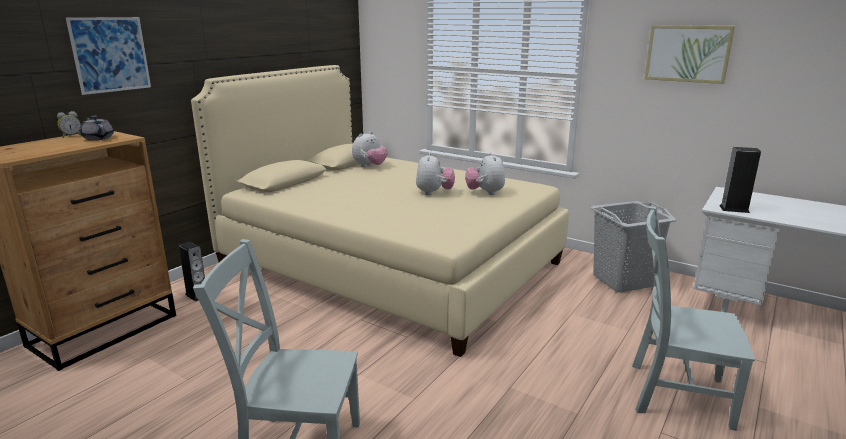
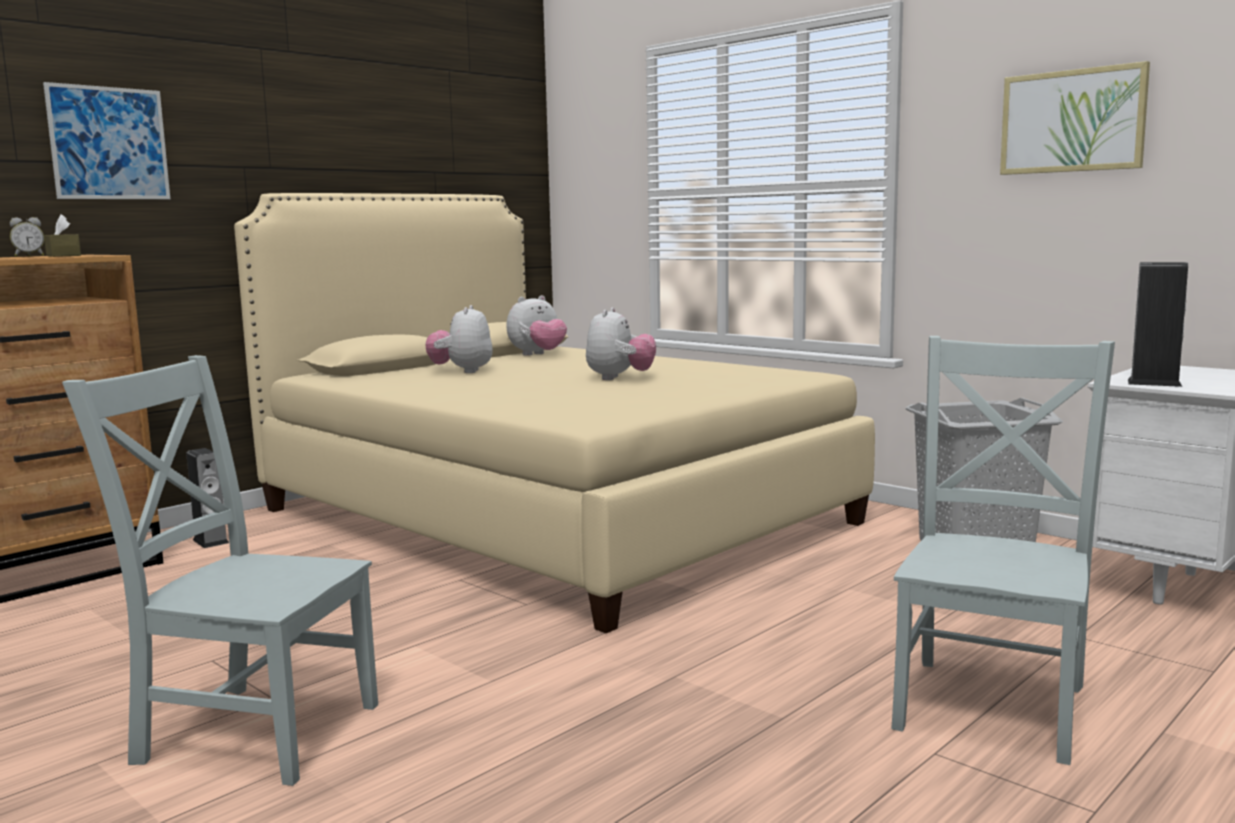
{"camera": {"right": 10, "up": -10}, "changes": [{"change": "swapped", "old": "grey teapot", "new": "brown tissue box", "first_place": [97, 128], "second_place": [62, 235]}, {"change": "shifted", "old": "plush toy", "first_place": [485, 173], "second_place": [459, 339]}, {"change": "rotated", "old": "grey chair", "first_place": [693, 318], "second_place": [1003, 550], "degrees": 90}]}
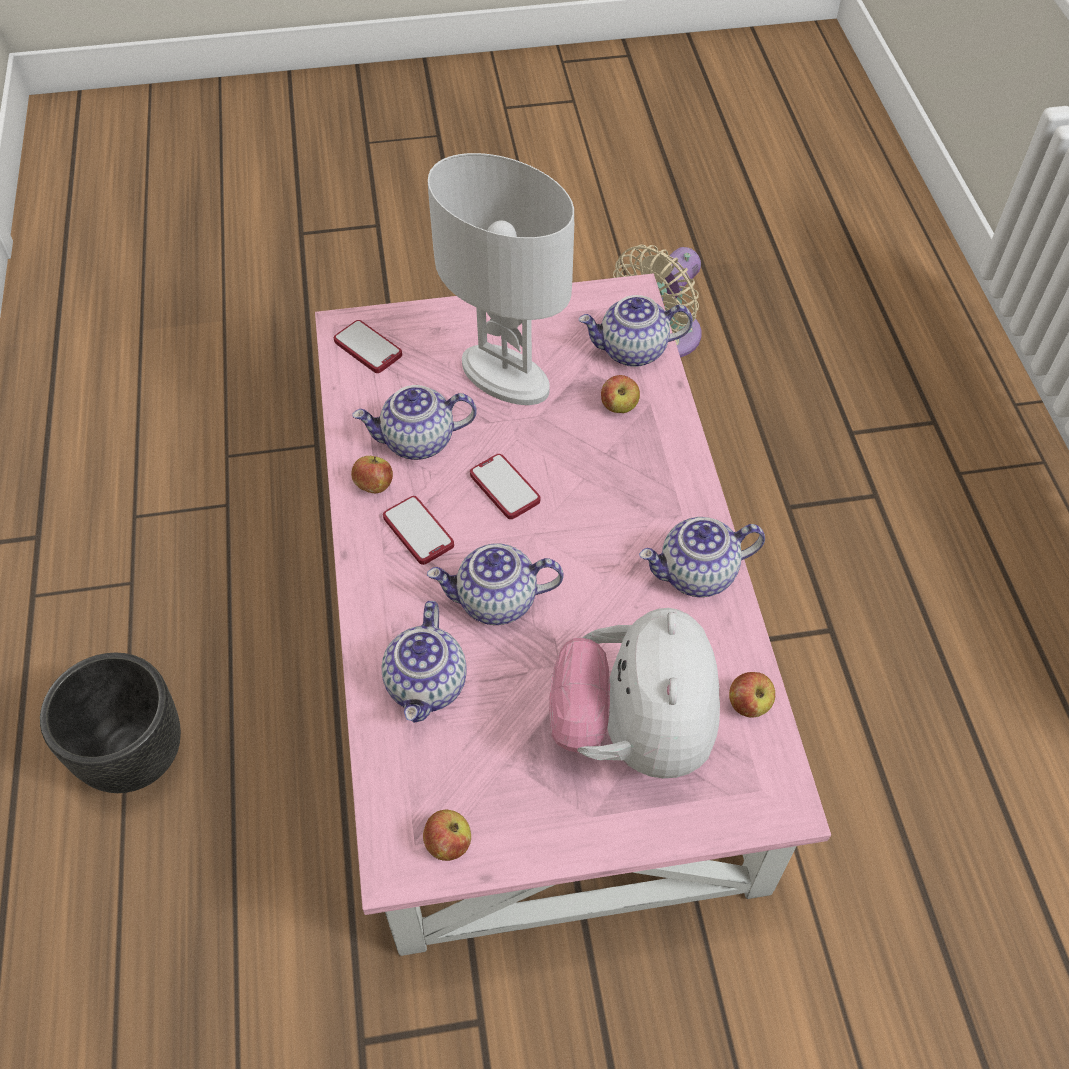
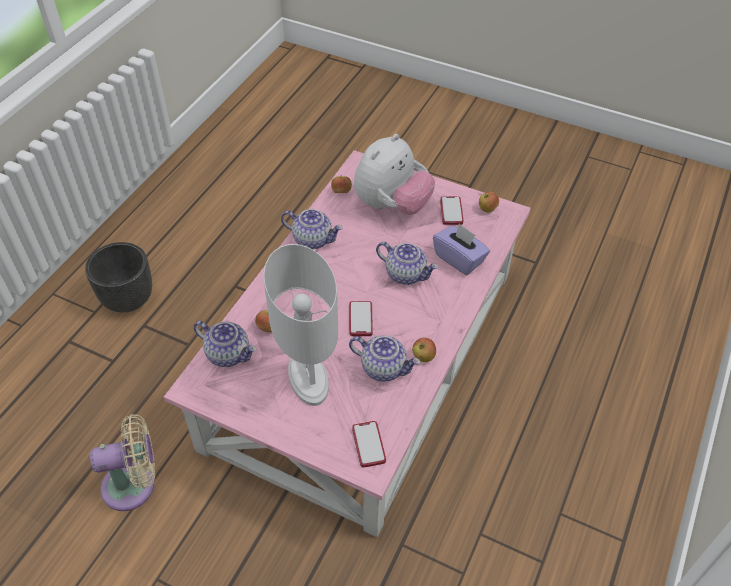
{"camera": {"right": -145, "up": -5}, "changes": [{"change": "shifted", "old": "black planter", "first_place": [110, 722], "second_place": [118, 277]}, {"change": "swapped", "old": "teapot", "new": "purple tissue box", "first_place": [424, 662], "second_place": [461, 249]}, {"change": "shifted", "old": "phone", "first_place": [418, 530], "second_place": [452, 210]}]}
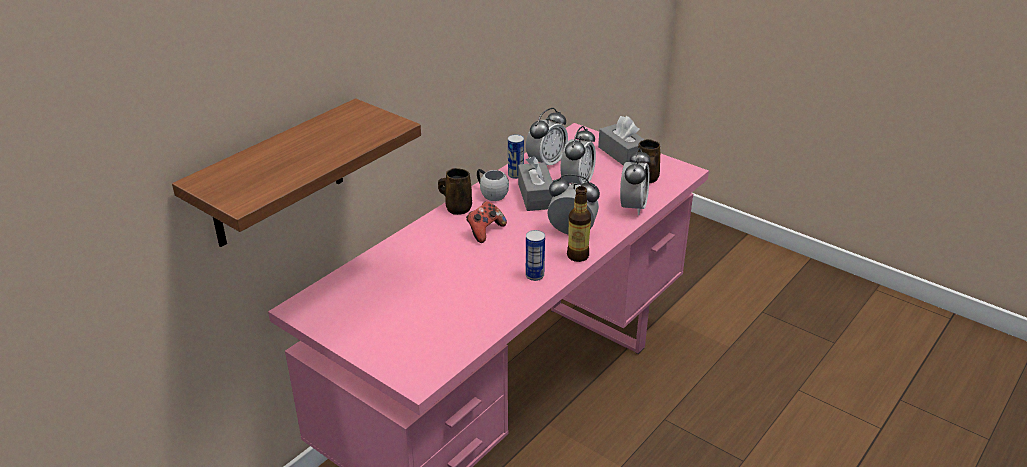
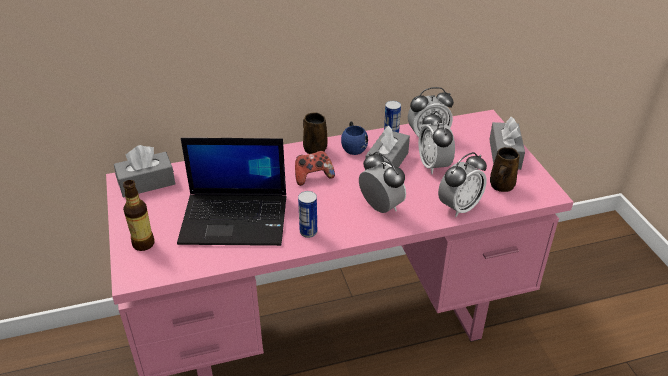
{"camera": {"right": 35, "up": 5}, "changes": [{"change": "gone", "old": "shelf", "first_place": [296, 172]}, {"change": "repainted", "old": "white mug", "new": "blue mug", "first_place": [493, 185], "second_place": [354, 138]}, {"change": "rotated", "old": "alarm clock", "first_place": [578, 155], "second_place": [436, 142], "degrees": 105}, {"change": "shifted", "old": "bottle", "first_place": [579, 224], "second_place": [139, 215]}, {"change": "new", "new": "grey tissue box", "second_place": [144, 171]}, {"change": "new", "new": "laptop", "second_place": [232, 192]}]}
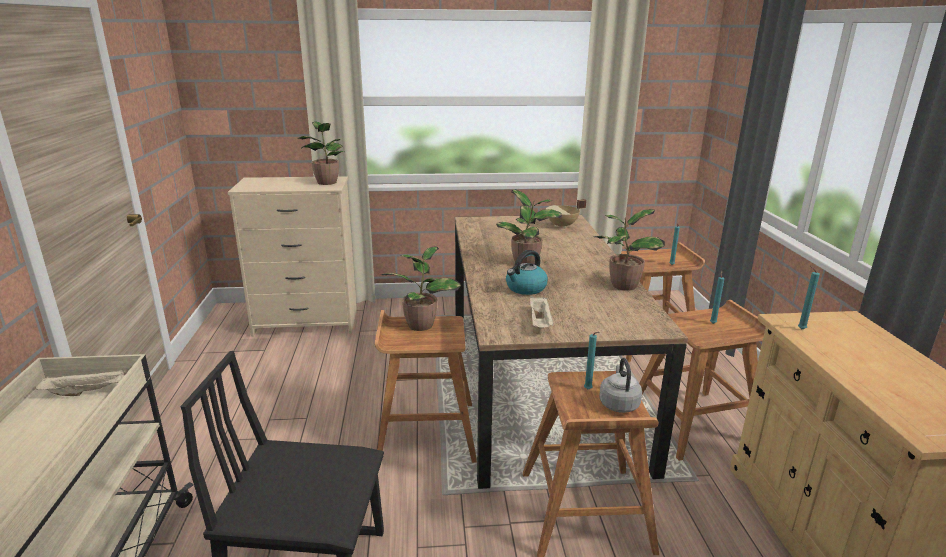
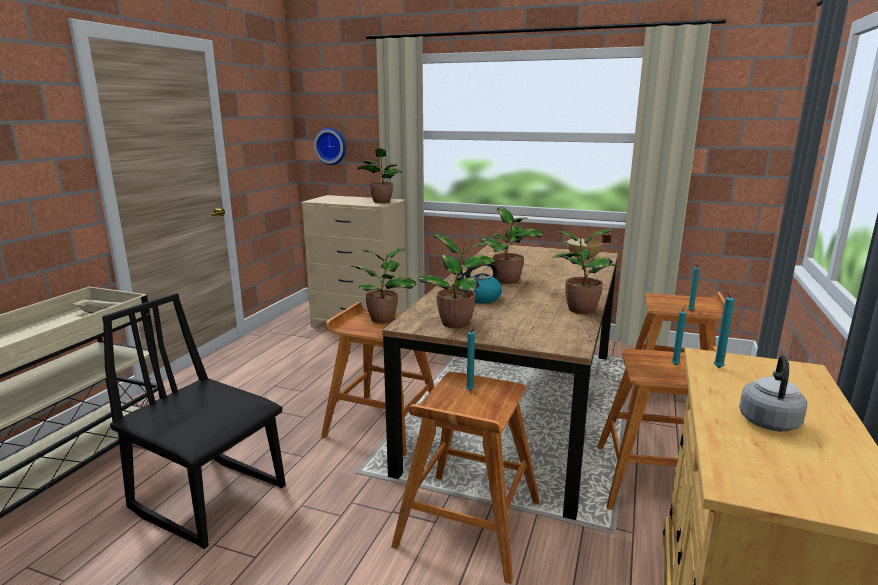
{"camera": {"right": 25, "up": -5}, "changes": [{"change": "swapped", "old": "beige tray", "new": "potted plant", "first_place": [542, 312], "second_place": [456, 281]}, {"change": "shifted", "old": "grey kettle", "first_place": [620, 385], "second_place": [773, 393]}, {"change": "new", "new": "wall clock", "second_place": [330, 146]}]}
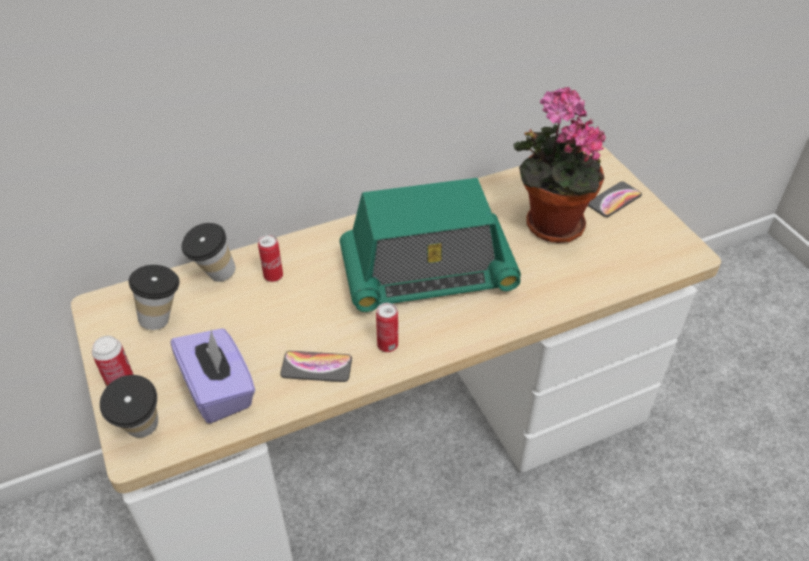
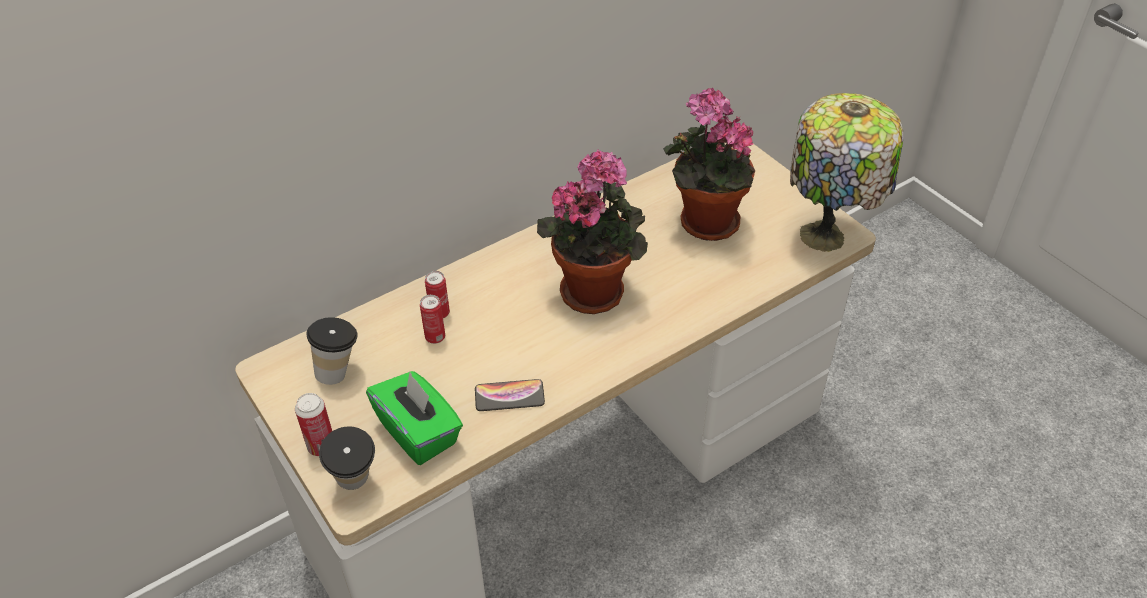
{"camera": {"right": -10, "up": 0}, "changes": [{"change": "repainted", "old": "purple tissue box", "new": "green tissue box", "first_place": [213, 375], "second_place": [414, 418]}, {"change": "gone", "old": "cup", "first_place": [208, 252]}, {"change": "swapped", "old": "radio", "new": "potted plant", "first_place": [430, 245], "second_place": [592, 231]}, {"change": "shifted", "old": "can", "first_place": [387, 327], "second_place": [432, 319]}, {"change": "gone", "old": "phone", "first_place": [615, 199]}, {"change": "new", "new": "table lamp", "second_place": [847, 172]}]}
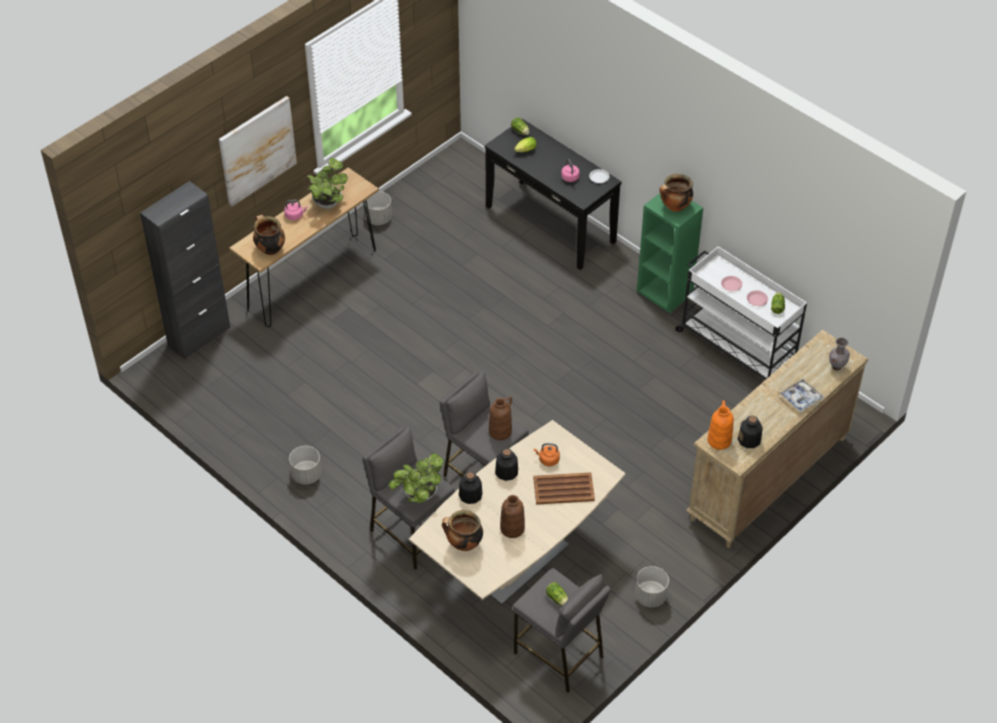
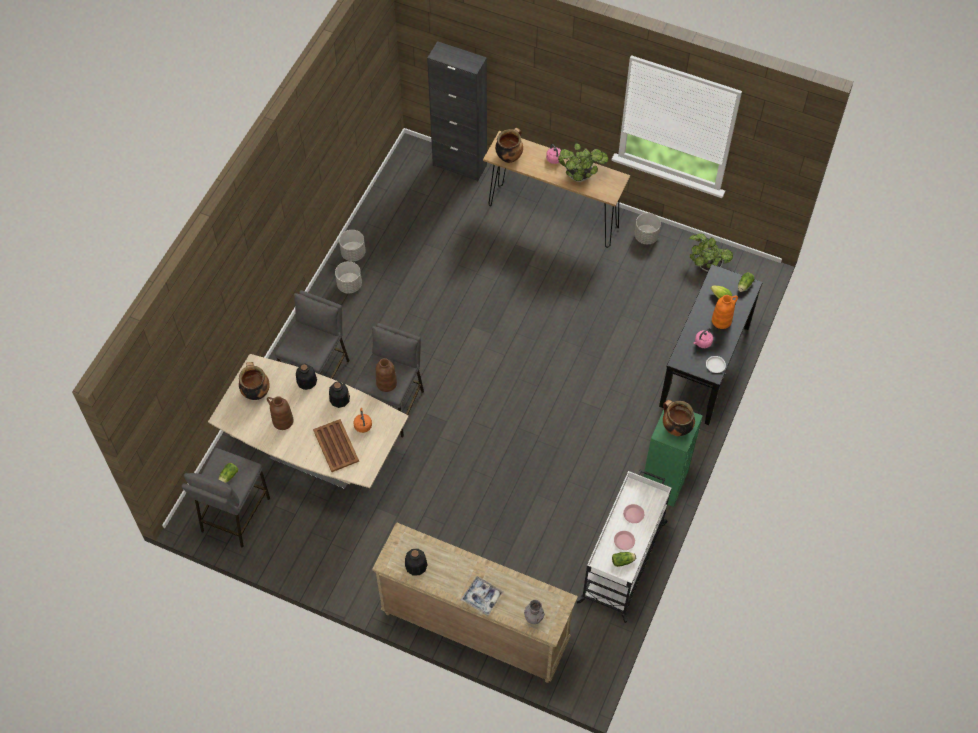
{"camera": {"right": 70, "up": 10}, "changes": [{"change": "gone", "old": "picture", "first_place": [258, 151]}, {"change": "shifted", "old": "potted plant", "first_place": [416, 478], "second_place": [711, 252]}, {"change": "shifted", "old": "grey planter", "first_place": [652, 586], "second_place": [352, 245]}, {"change": "shifted", "old": "orange vase", "first_place": [721, 425], "second_place": [725, 312]}]}
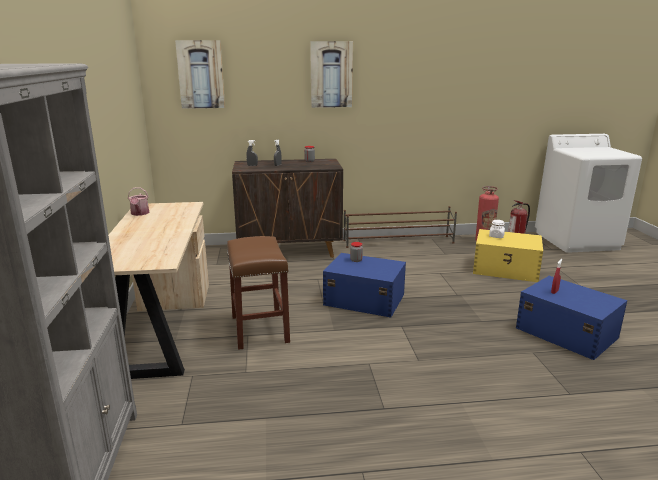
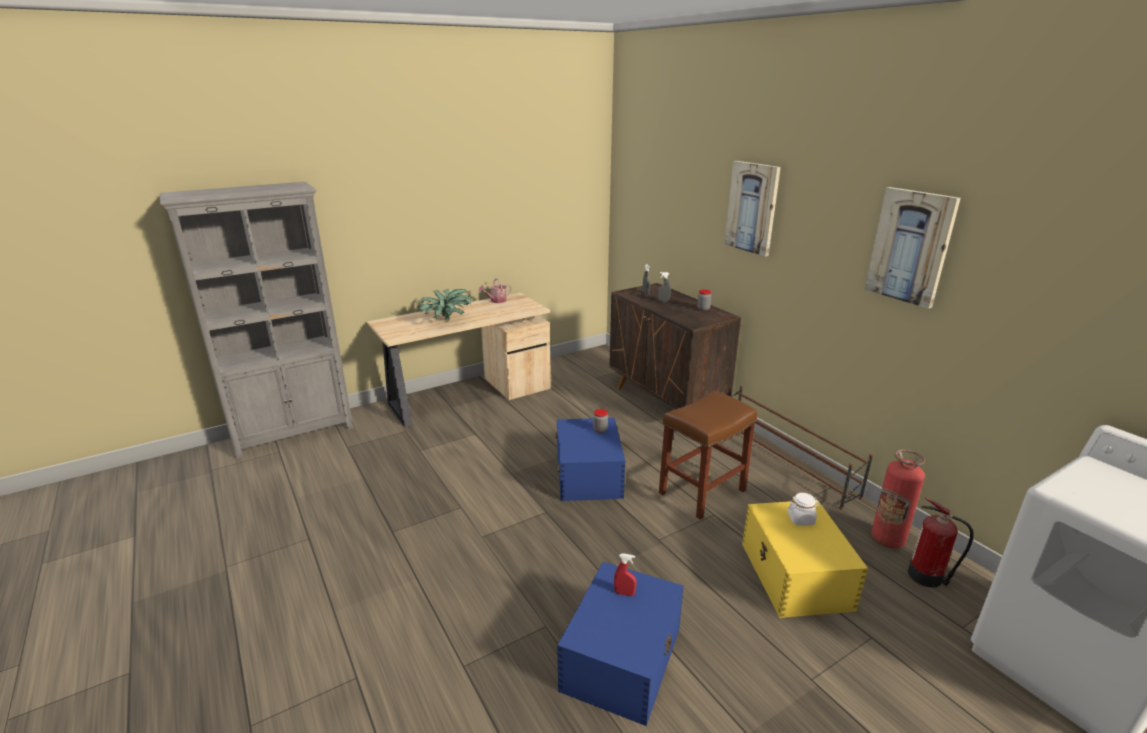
{"camera": {"right": 65, "up": 5}, "changes": [{"change": "shifted", "old": "picture", "first_place": [200, 74], "second_place": [913, 248]}, {"change": "shifted", "old": "brown stool", "first_place": [258, 293], "second_place": [708, 455]}, {"change": "new", "new": "potted plant", "second_place": [444, 305]}]}
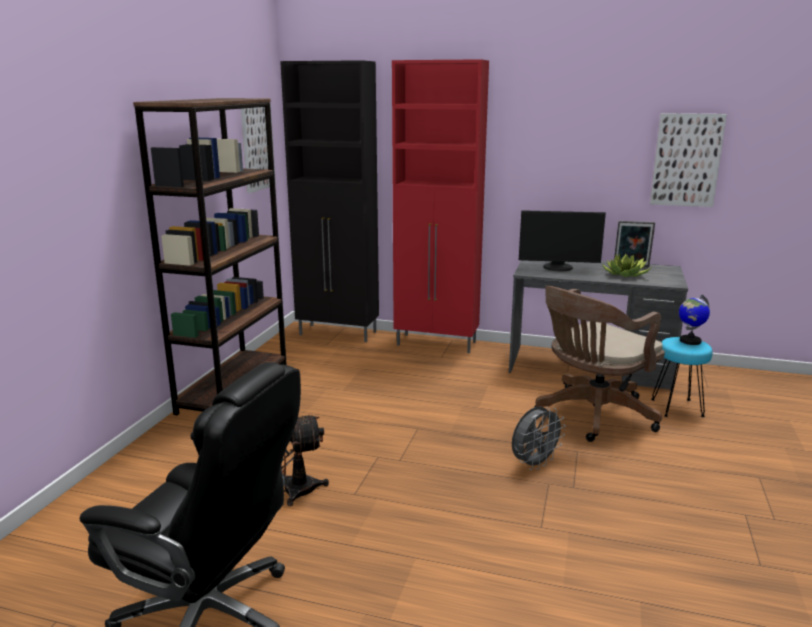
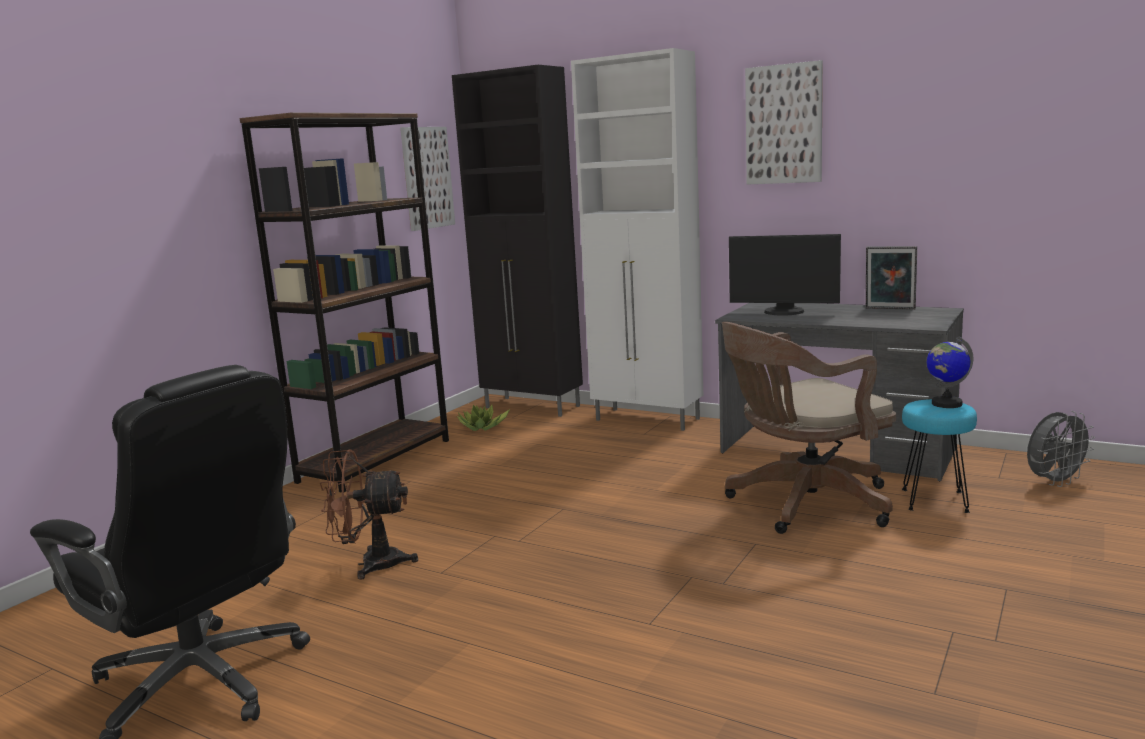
{"camera": {"right": 15, "up": -5}, "changes": [{"change": "repainted", "old": "red cabinet", "new": "white cabinet", "first_place": [440, 206], "second_place": [637, 239]}, {"change": "shifted", "old": "grey fan", "first_place": [539, 438], "second_place": [1061, 449]}, {"change": "shifted", "old": "potted plant", "first_place": [627, 265], "second_place": [483, 417]}, {"change": "shifted", "old": "picture", "first_place": [688, 160], "second_place": [784, 122]}]}
